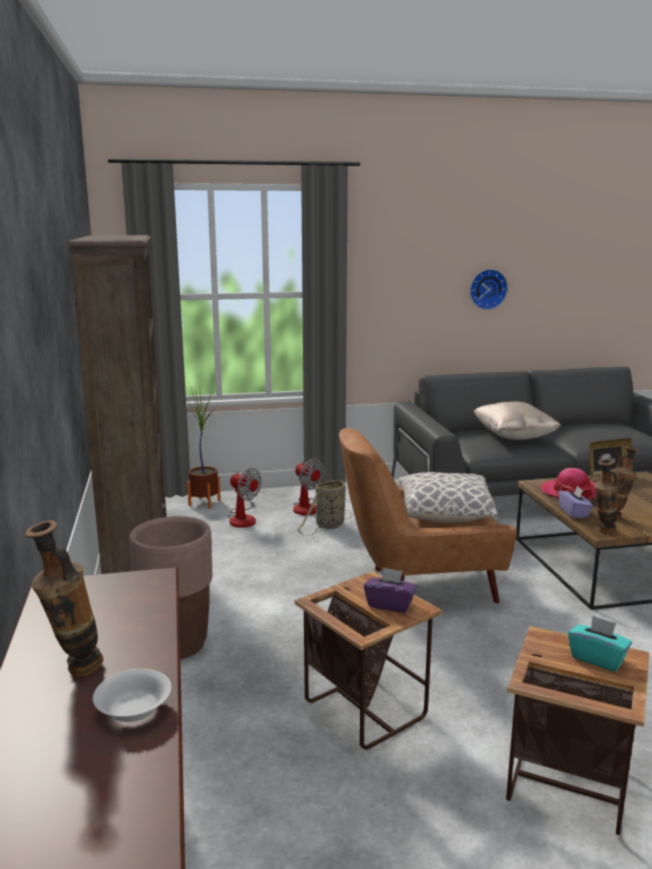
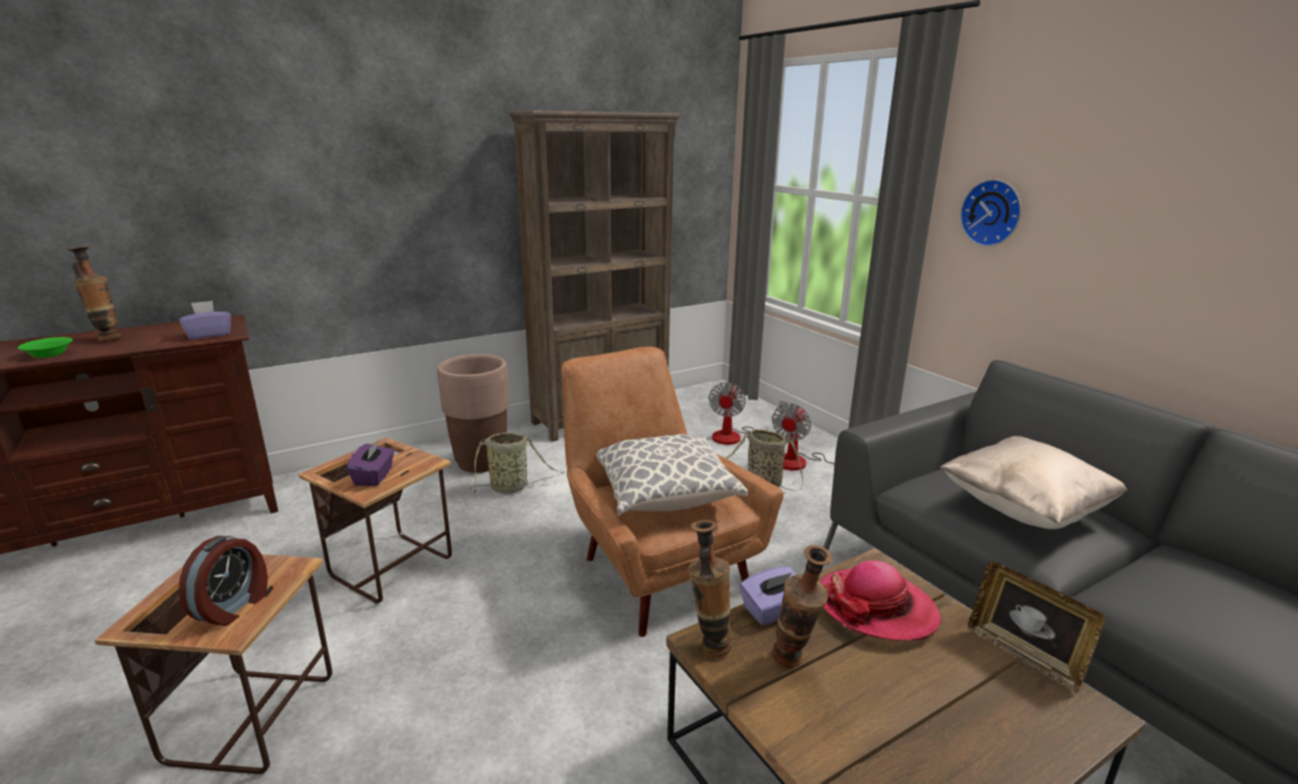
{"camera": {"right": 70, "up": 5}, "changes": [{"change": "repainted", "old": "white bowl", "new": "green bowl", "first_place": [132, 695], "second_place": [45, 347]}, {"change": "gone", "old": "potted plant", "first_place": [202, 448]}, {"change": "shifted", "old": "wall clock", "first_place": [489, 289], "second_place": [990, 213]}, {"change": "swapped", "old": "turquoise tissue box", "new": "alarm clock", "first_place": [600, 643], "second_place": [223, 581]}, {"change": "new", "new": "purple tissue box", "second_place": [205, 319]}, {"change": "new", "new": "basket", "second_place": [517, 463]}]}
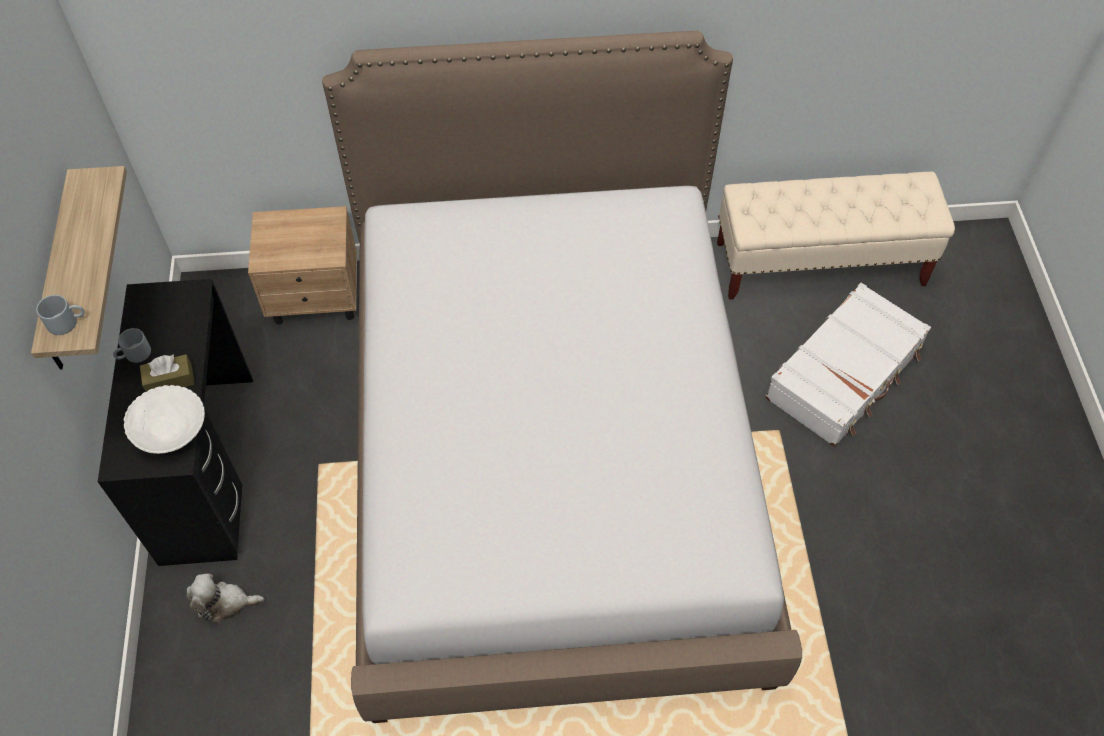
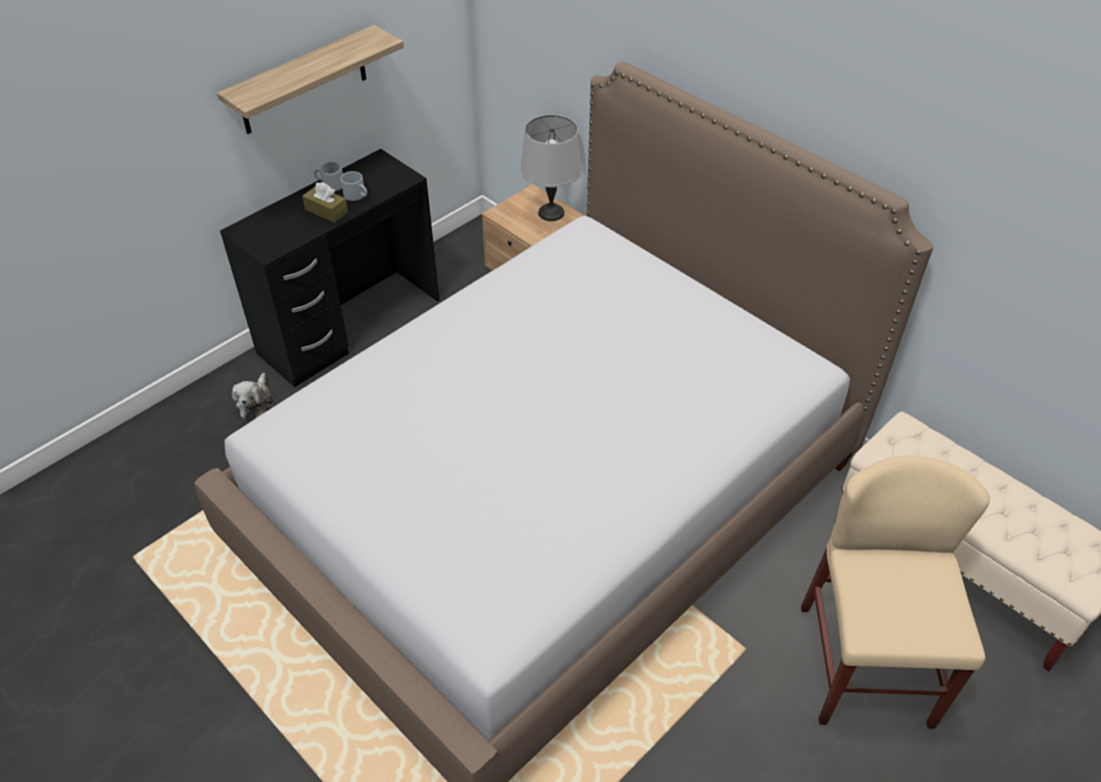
{"camera": {"right": 50, "up": -10}, "changes": [{"change": "shifted", "old": "grey mug", "first_place": [60, 315], "second_place": [354, 186]}, {"change": "gone", "old": "white bowl", "first_place": [164, 419]}, {"change": "rotated", "old": "plush toy", "first_place": [225, 598], "second_place": [253, 397], "degrees": -135}, {"change": "swapped", "old": "white suitcase", "new": "beige chair", "first_place": [848, 365], "second_place": [895, 592]}, {"change": "new", "new": "grey table lamp", "second_place": [551, 168]}]}
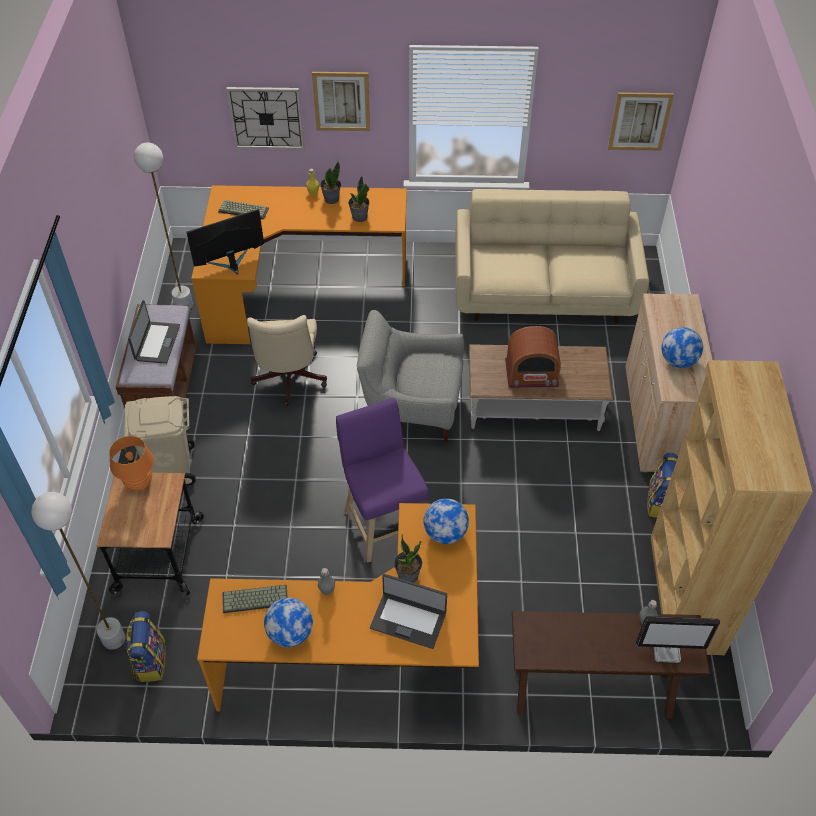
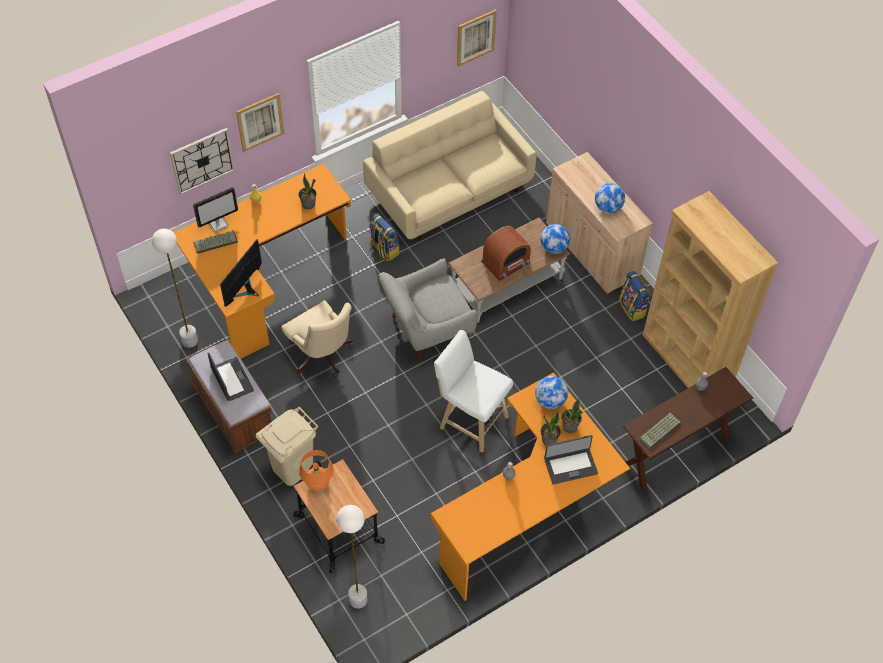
{"camera": {"right": -35, "up": 5}, "changes": [{"change": "shifted", "old": "backpack", "first_place": [146, 646], "second_place": [384, 237]}, {"change": "shifted", "old": "keyboard", "first_place": [255, 599], "second_place": [659, 430]}, {"change": "shifted", "old": "globe", "first_place": [288, 622], "second_place": [555, 239]}, {"change": "shifted", "old": "potted plant", "first_place": [330, 182], "second_place": [572, 416]}, {"change": "repainted", "old": "purple stool", "new": "white stool", "first_place": [382, 480], "second_place": [473, 391]}, {"change": "shifted", "old": "monitor", "first_place": [678, 639], "second_place": [215, 209]}]}
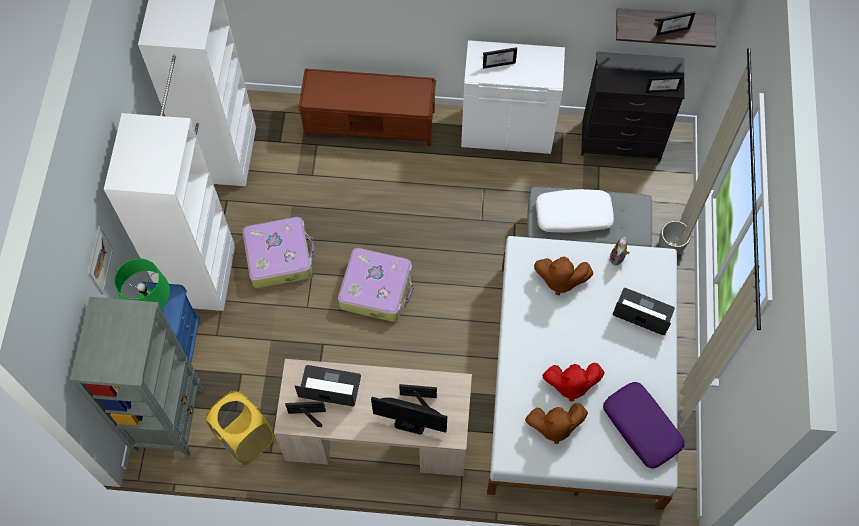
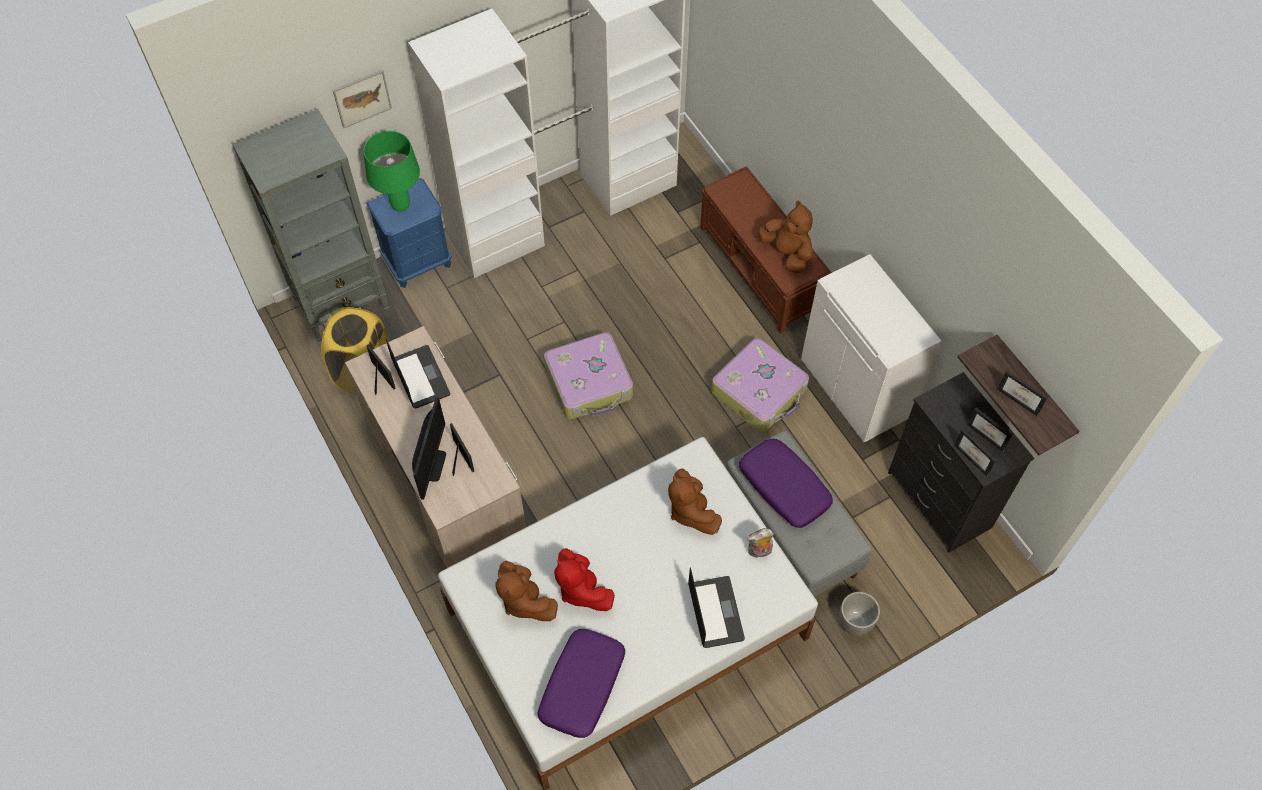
{"camera": {"right": 55, "up": -5}, "changes": [{"change": "shifted", "old": "suitcase", "first_place": [278, 252], "second_place": [760, 385]}, {"change": "rotated", "old": "monitor", "first_place": [409, 416], "second_place": [429, 448], "degrees": -150}, {"change": "shifted", "old": "picture frame", "first_place": [500, 58], "second_place": [989, 430]}, {"change": "repainted", "old": "white pillow", "new": "purple pillow", "first_place": [574, 211], "second_place": [786, 483]}, {"change": "new", "new": "brown plush toy", "second_place": [786, 236]}]}
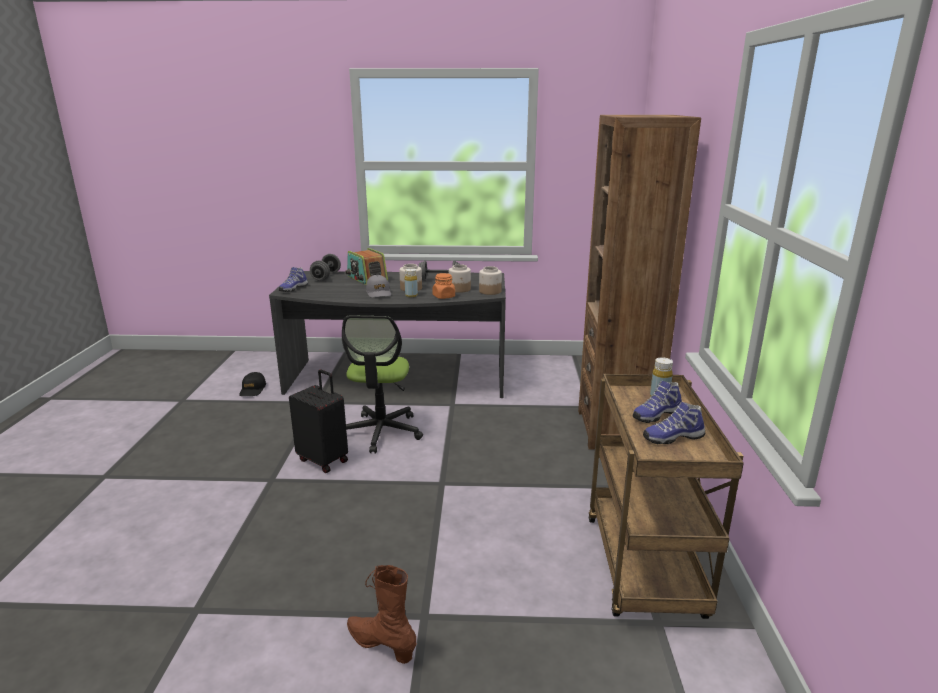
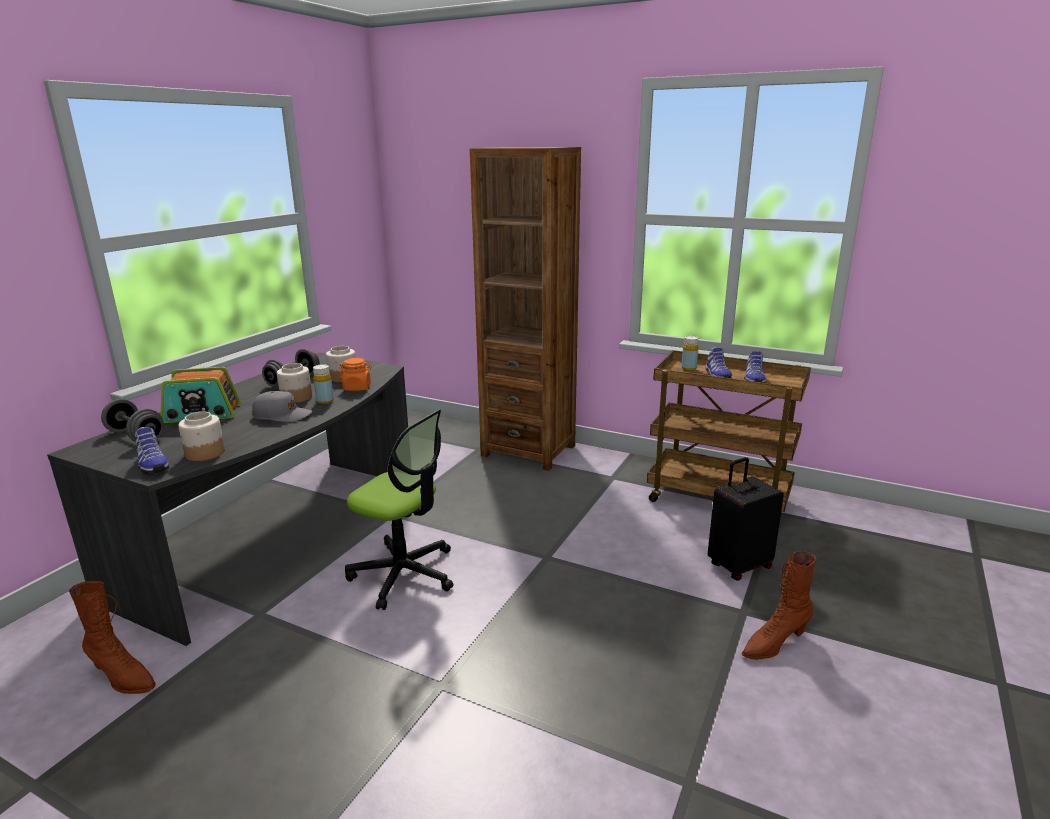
{"camera": {"right": -65, "up": 0}, "changes": [{"change": "swapped", "old": "black cap", "new": "brown boot", "first_place": [252, 384], "second_place": [112, 637]}, {"change": "shifted", "old": "black suitcase", "first_place": [318, 421], "second_place": [746, 519]}, {"change": "shifted", "old": "jar", "first_place": [490, 280], "second_place": [201, 436]}]}
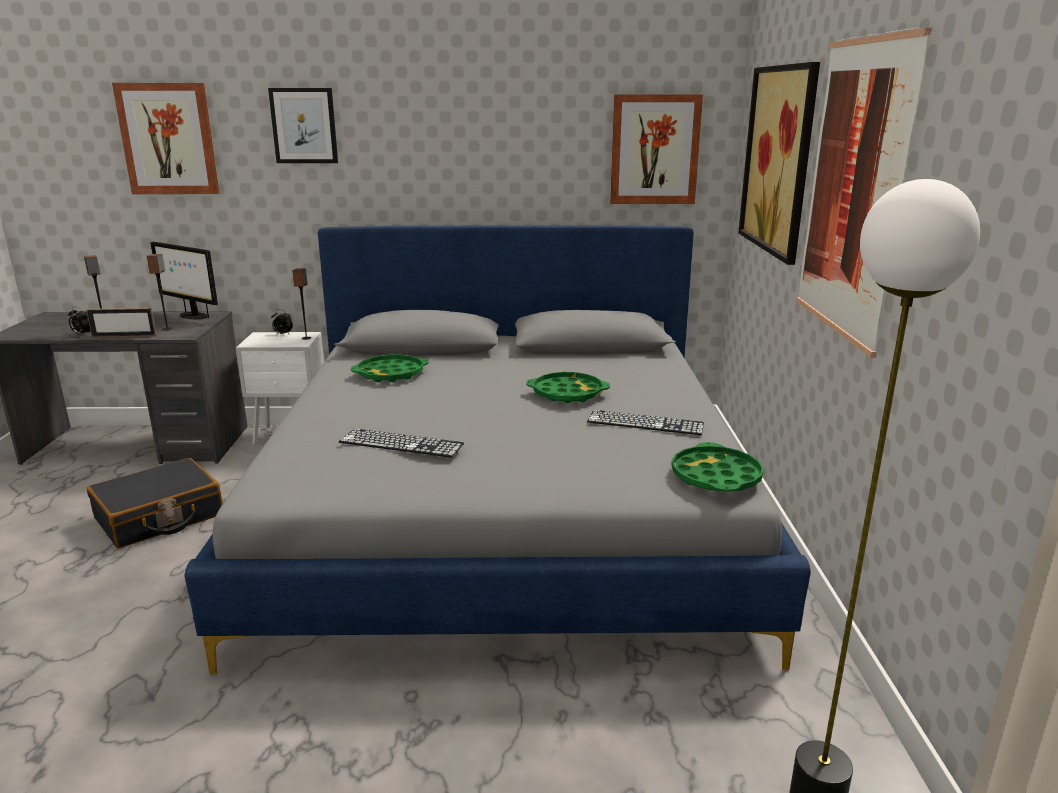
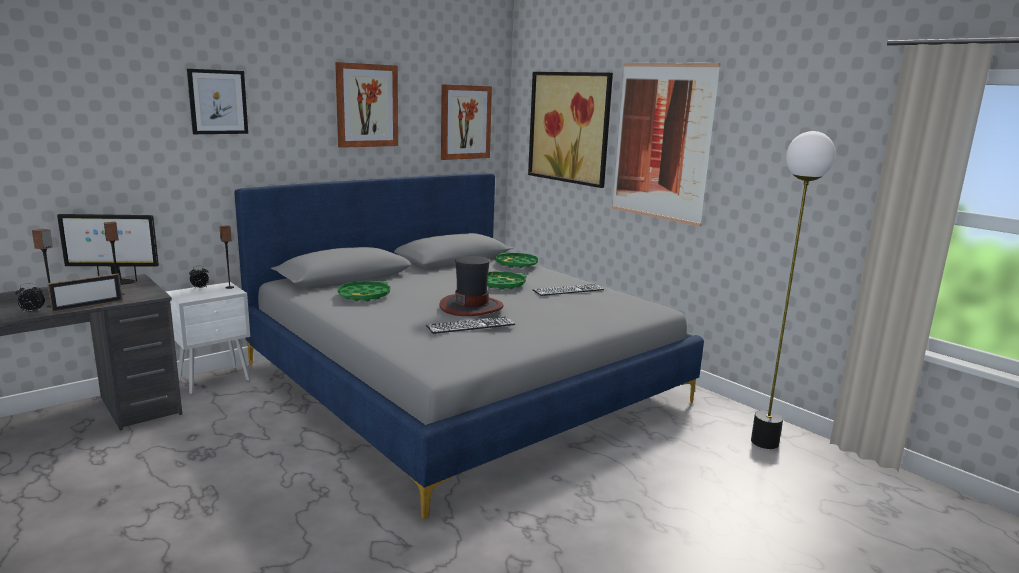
{"camera": {"right": -40, "up": -5}, "changes": [{"change": "gone", "old": "black suitcase", "first_place": [155, 503]}, {"change": "shifted", "old": "picture", "first_place": [165, 138], "second_place": [366, 105]}, {"change": "shifted", "old": "green tray", "first_place": [717, 467], "second_place": [517, 260]}, {"change": "new", "new": "hat", "second_place": [471, 286]}]}
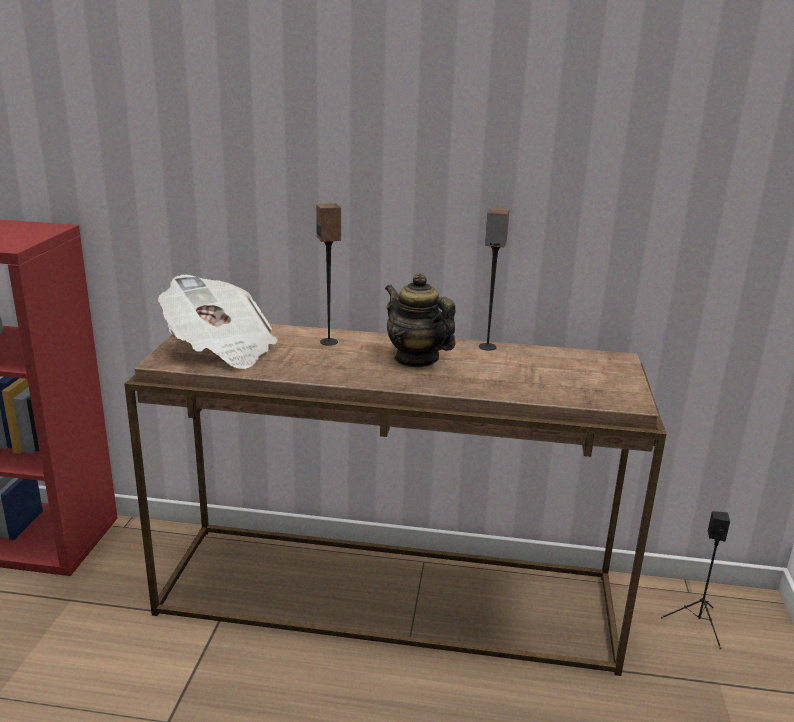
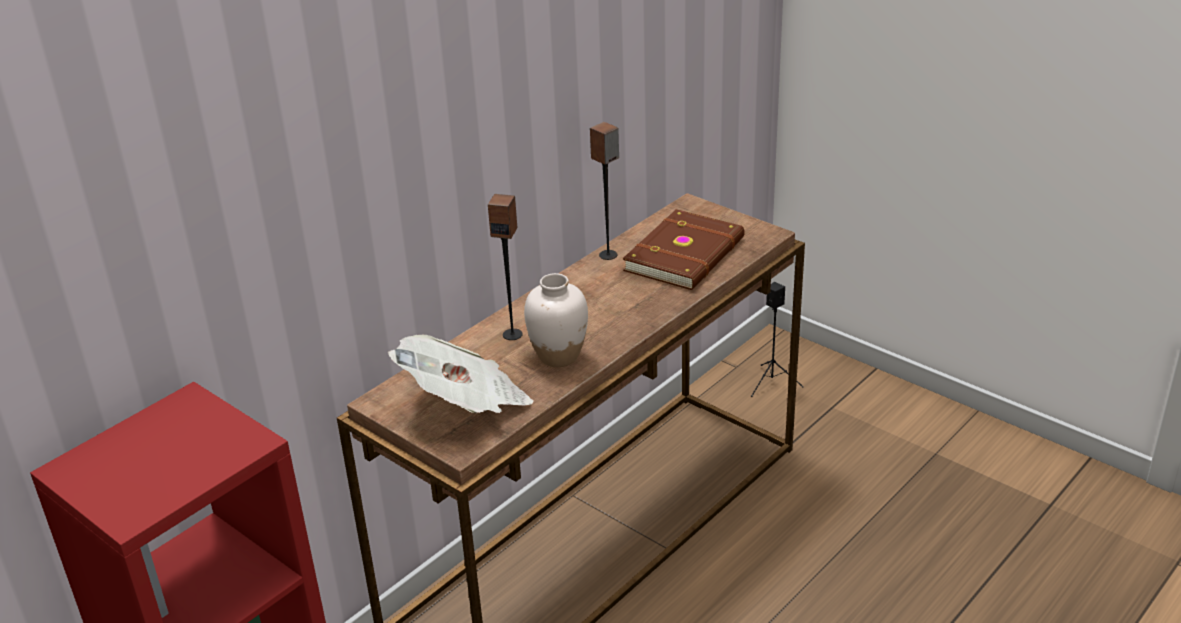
{"camera": {"right": -55, "up": 10}, "changes": [{"change": "gone", "old": "teapot", "first_place": [420, 320]}, {"change": "new", "new": "white vase", "second_place": [556, 320]}, {"change": "new", "new": "brown book", "second_place": [684, 249]}]}
